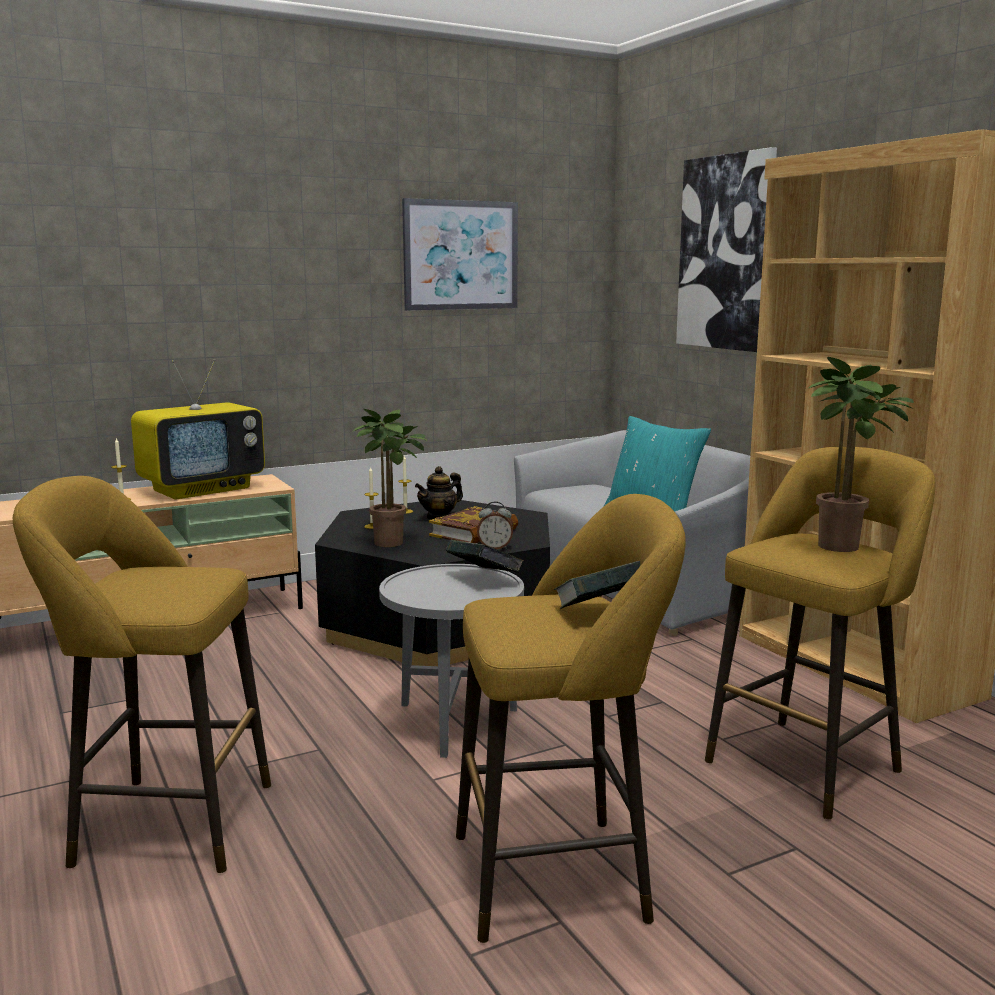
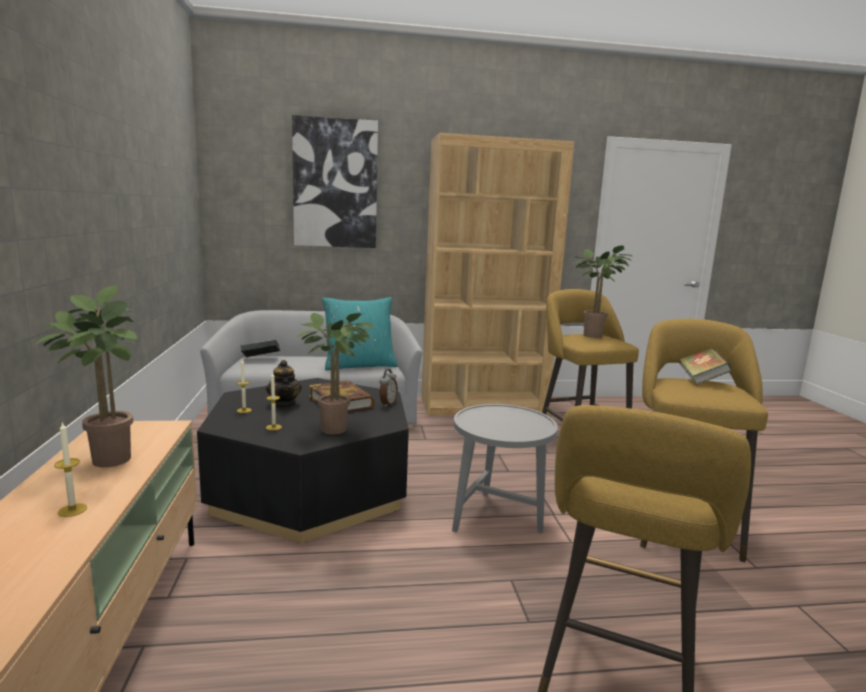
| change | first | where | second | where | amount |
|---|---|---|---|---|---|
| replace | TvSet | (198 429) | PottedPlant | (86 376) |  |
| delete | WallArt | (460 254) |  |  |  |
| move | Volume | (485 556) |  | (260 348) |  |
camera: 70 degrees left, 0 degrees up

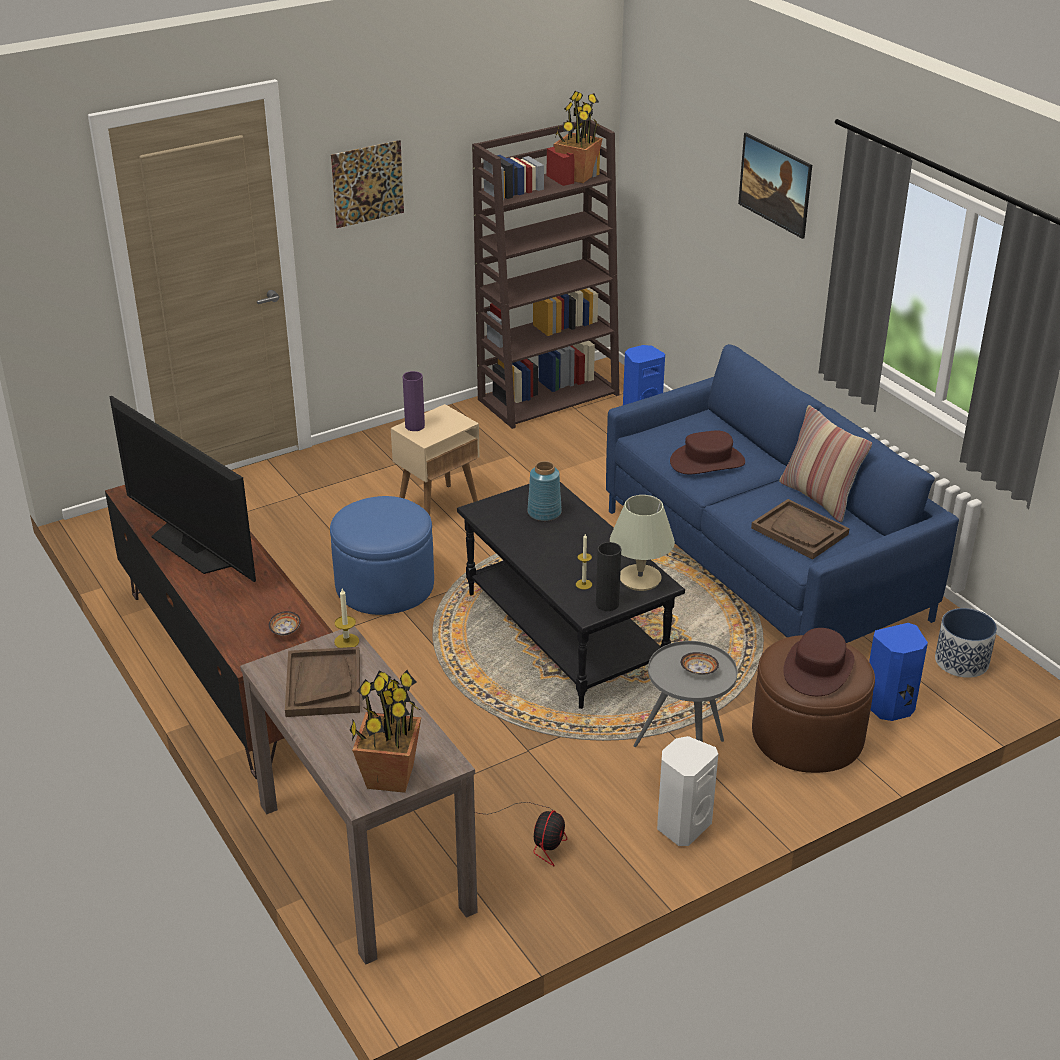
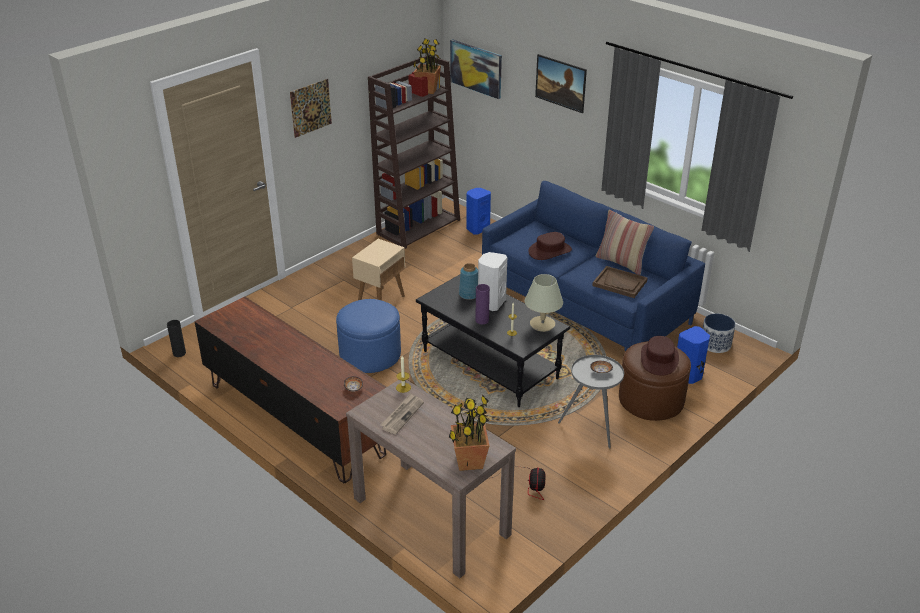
| change | first | where | second | where | amount |
|---|---|---|---|---|---|
| delete | TvSet | (182 489) |  |  |  |
| replace | BrownTray | (322 682) | DailyPaper | (402 413) |  |
| move | PurpleDecorativeVase | (414 401) |  | (482 304) |  |
| move | BlackDecorativeVase | (608 576) |  | (176 338) |  |
| move | WhiteLoudspeaker | (687 791) |  | (492 281) |  |
| insert |  |  | WallArt | (476 69) |  |
camera: 15 degrees left, 0 degrees up

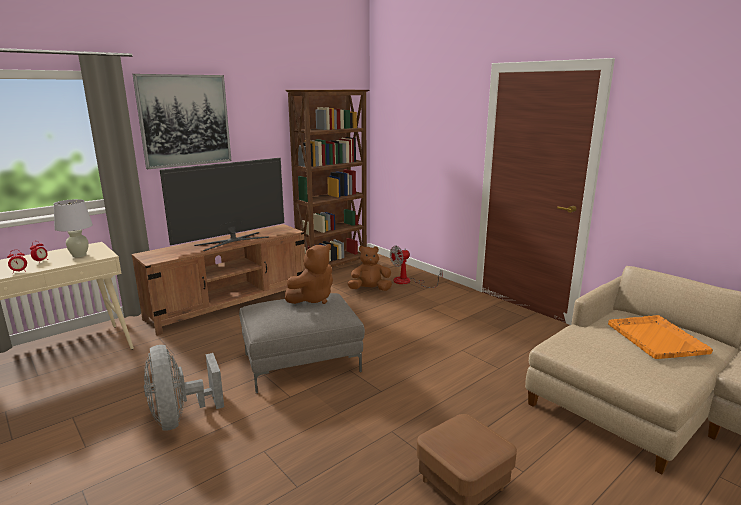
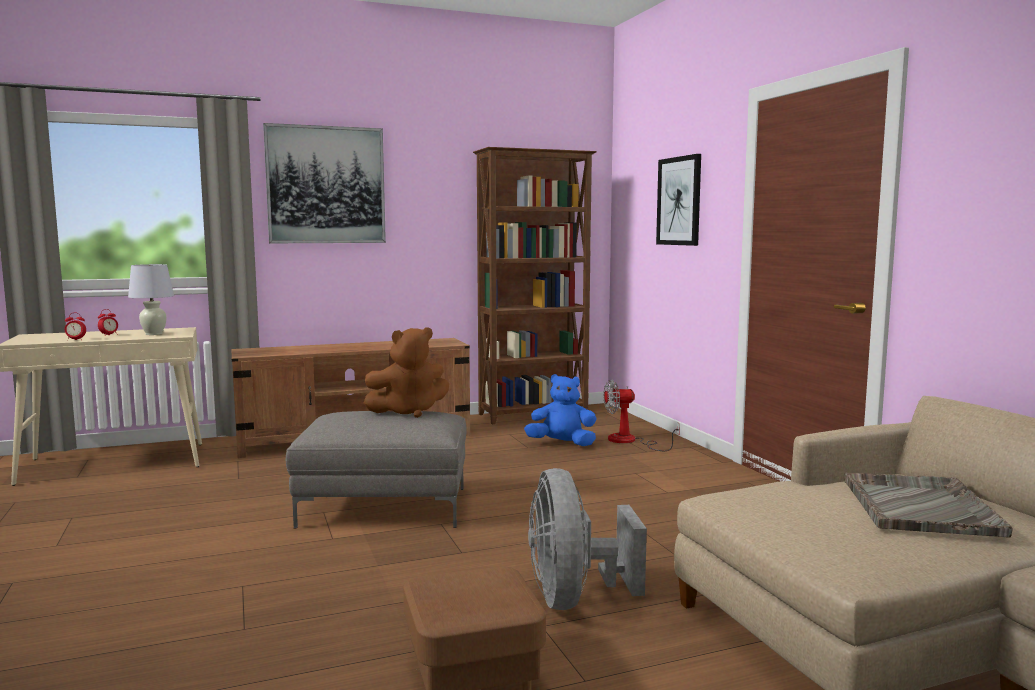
| change | first | where | second | where | amount |
|---|---|---|---|---|---|
| move | GreyFan | (184 388) |  | (587 539) |  |
| delete | TvSet | (222 204) |  |  |  |
| recolor | BrownCuddlyToy | (369 268) | BluishCuddlyToy | (560 410) |  |
| recolor | OrangeColouredTray | (660 337) | GreyTray | (929 505) |  |
| insert |  |  | WallArt | (678 200) |  |
camera: 20 degrees right, 10 degrees down

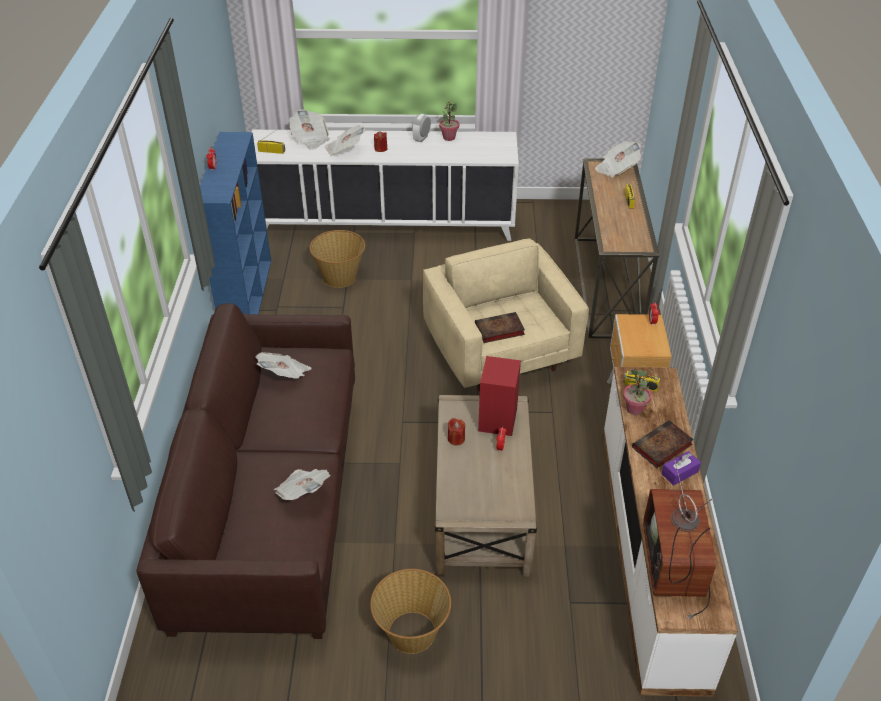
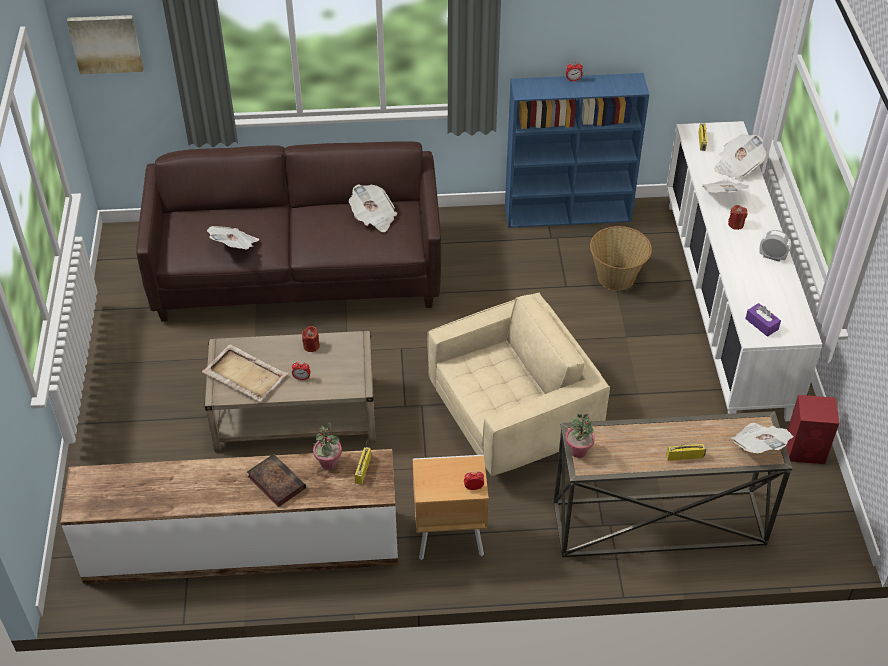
| change | first | where | second | where | amount |
|---|---|---|---|---|---|
| delete | HouseholdBasket | (410 611) |  |  |  |
| move | PottedPlant | (449 121) |  | (580 436) |  |
| delete | Volume | (500 327) |  |  |  |
| move | ReddishLoudspeaker | (499 396) |  | (813 429) |  |
| delete | TvSet | (679 539) |  |  |  |
| move | PurpleTissueBox | (681 468) |  | (763 320) |  |
| insert |  |  | WallArt | (105 44) |  |
| insert |  |  | SandColouredTray | (245 372) |  |
camera: 85 degrees right, 5 degrees up

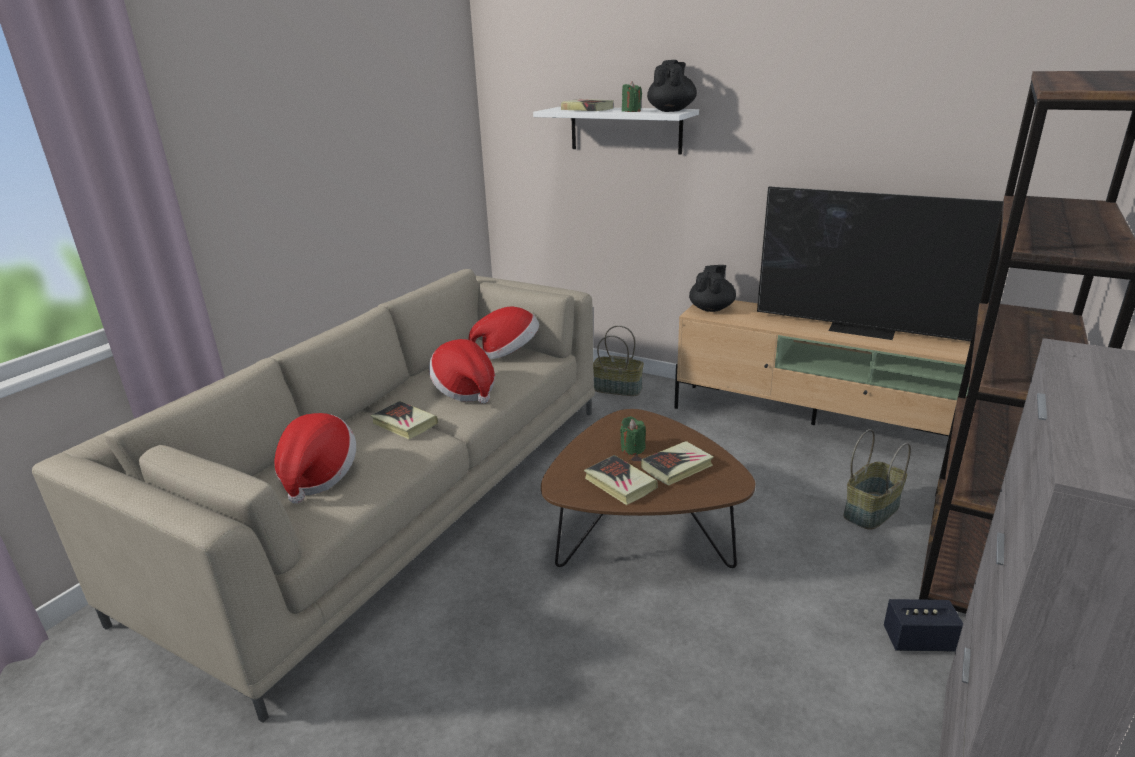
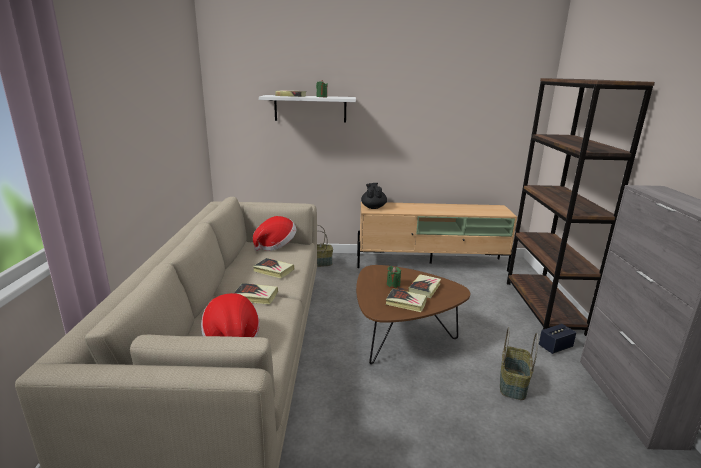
| change | first | where | second | where | amount |
|---|---|---|---|---|---|
| replace | Hat | (462 371) | Volume | (273 268) |  |
| delete | BlackTeaPot | (672 86) |  |  |  |
| delete | TvSet | (880 263) |  |  |  |
| move | HouseholdBasket | (877 479) |  | (519 363) |  |
camera: 30 degrees left, 5 degrees down

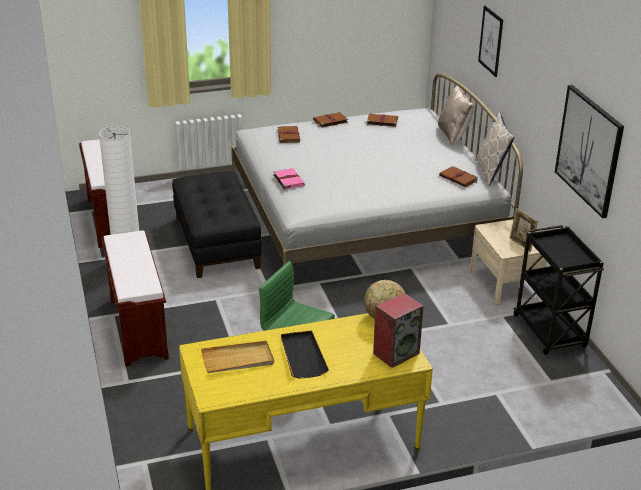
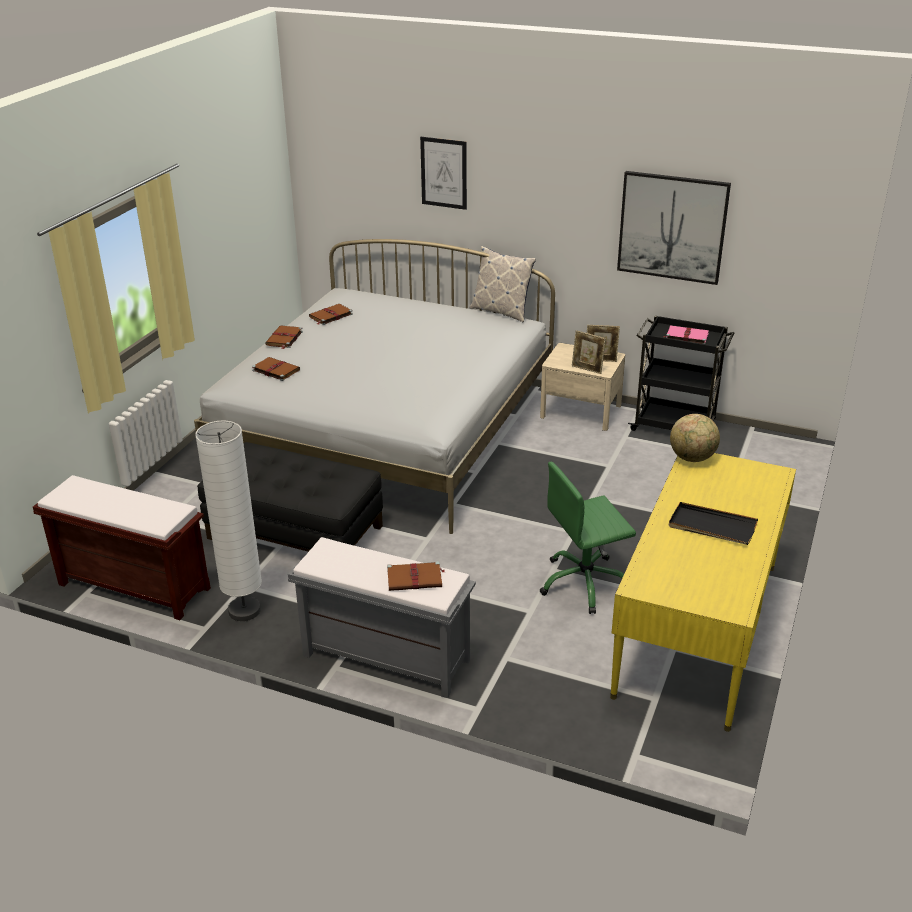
| change | first | where | second | where | amount |
|---|---|---|---|---|---|
| recolor | BrownIndoorBench | (135 298) | GreyIndoorBench | (382 617) |  |
| delete | SandColouredTray | (237 357) |  |  |  |
| move | PinkVolume | (289 179) |  | (686 334) |  |
| delete | Loudspeaker | (398 330) |  |  |  |
| delete | SandColouredThrowPillow | (456 115) |  |  |  |
| move | BrownVolume | (458 176) |  | (415 576) |  |
| insert |  |  | StandingFrame | (589 352) |  |
camera: 50 degrees left, 0 degrees up

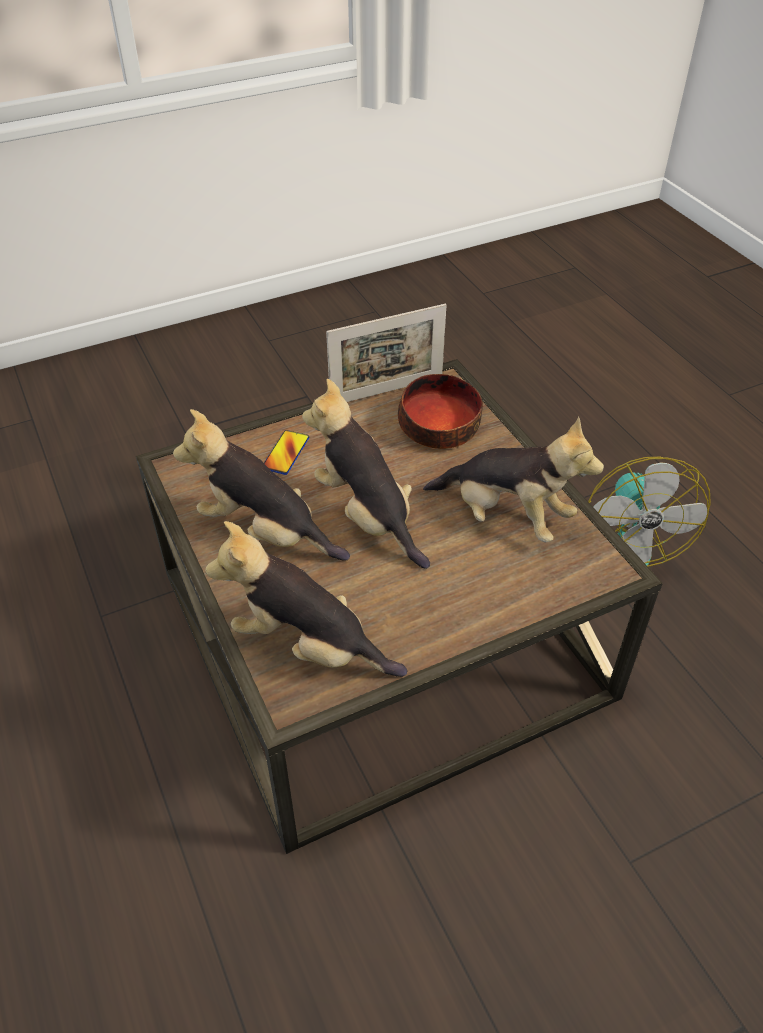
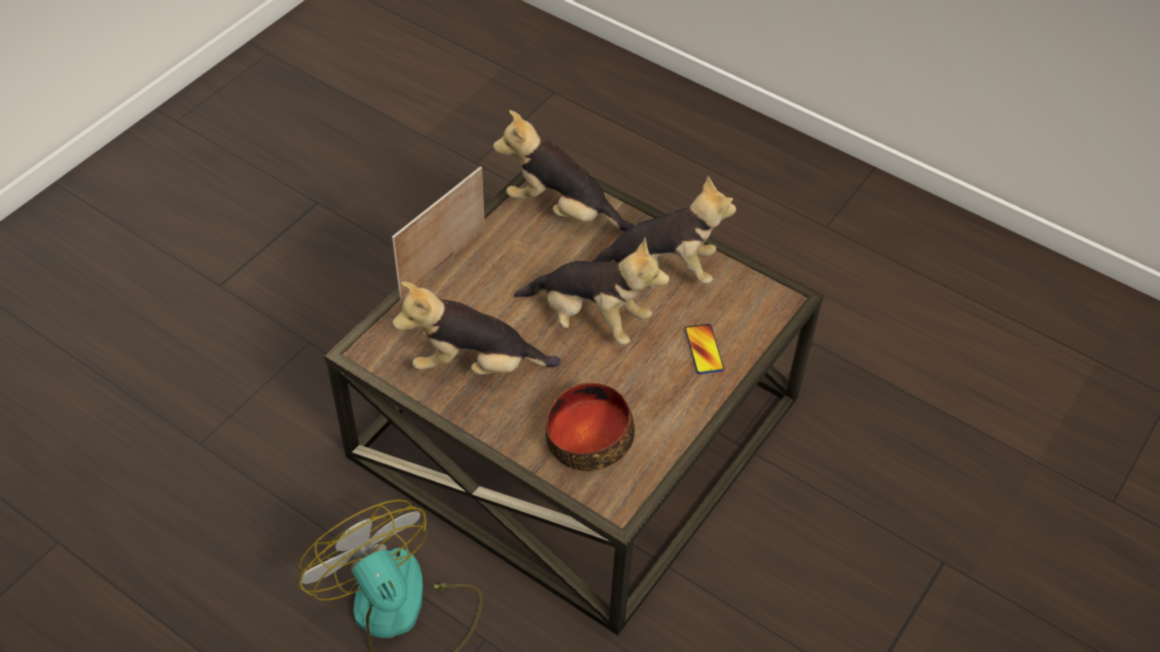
| change | first | where | second | where | amount |
|---|---|---|---|---|---|
| rotate | CuddlyToy | (306 599) |  | (564 170) | 150 degrees counterclockwise |
| move | StandingFrame | (386 353) |  | (438 232) |  |
camera: 150 degrees right, 5 degrees up

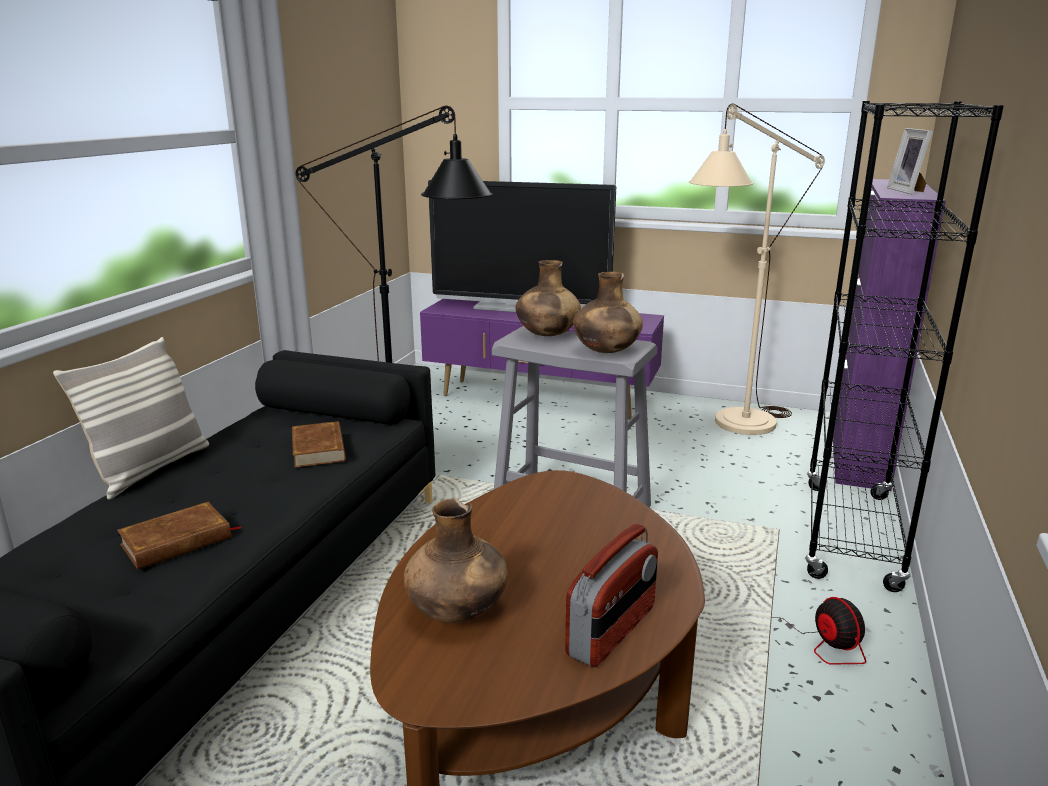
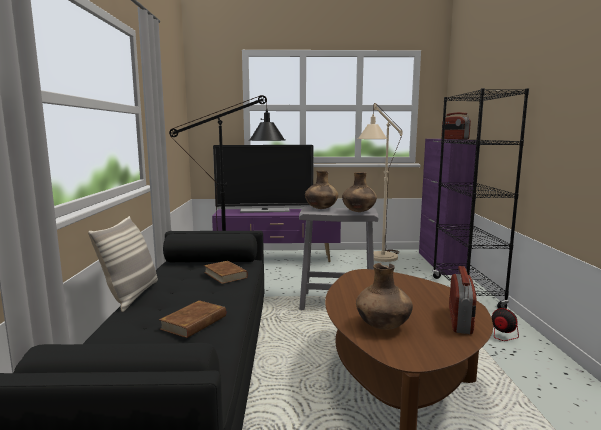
| change | first | where | second | where | amount |
|---|---|---|---|---|---|
| replace | StandingFrame | (909 161) | Radio | (456 125) |  |
camera: 20 degrees left, 10 degrees down

